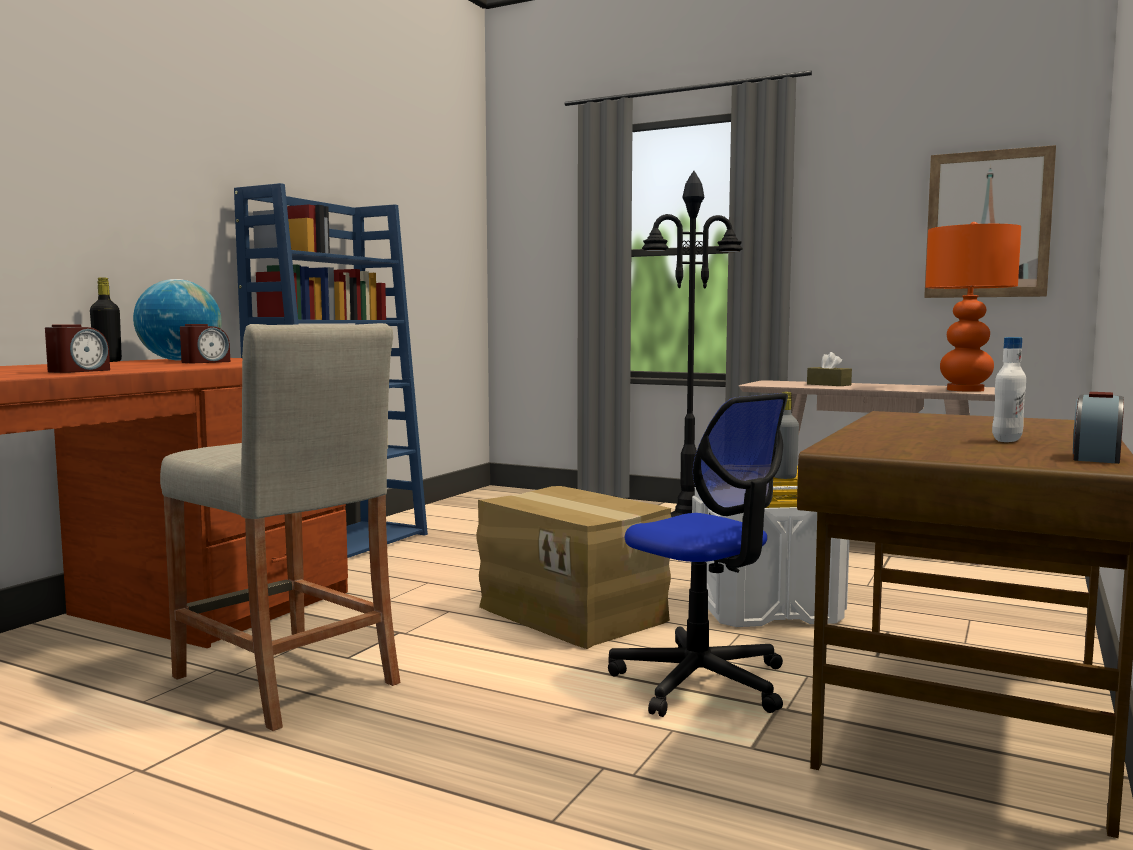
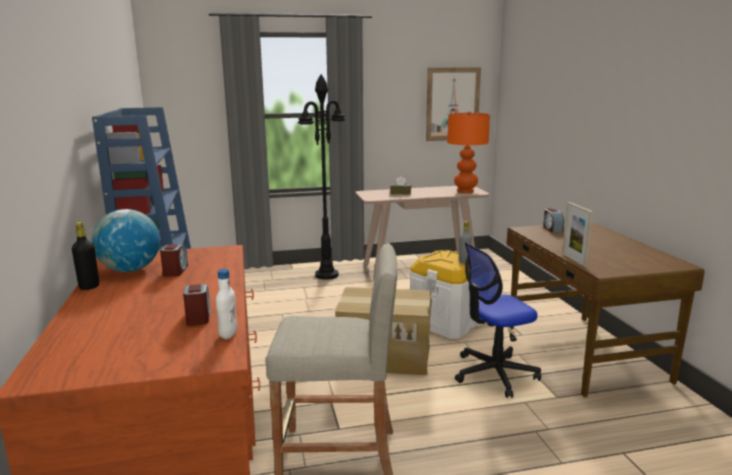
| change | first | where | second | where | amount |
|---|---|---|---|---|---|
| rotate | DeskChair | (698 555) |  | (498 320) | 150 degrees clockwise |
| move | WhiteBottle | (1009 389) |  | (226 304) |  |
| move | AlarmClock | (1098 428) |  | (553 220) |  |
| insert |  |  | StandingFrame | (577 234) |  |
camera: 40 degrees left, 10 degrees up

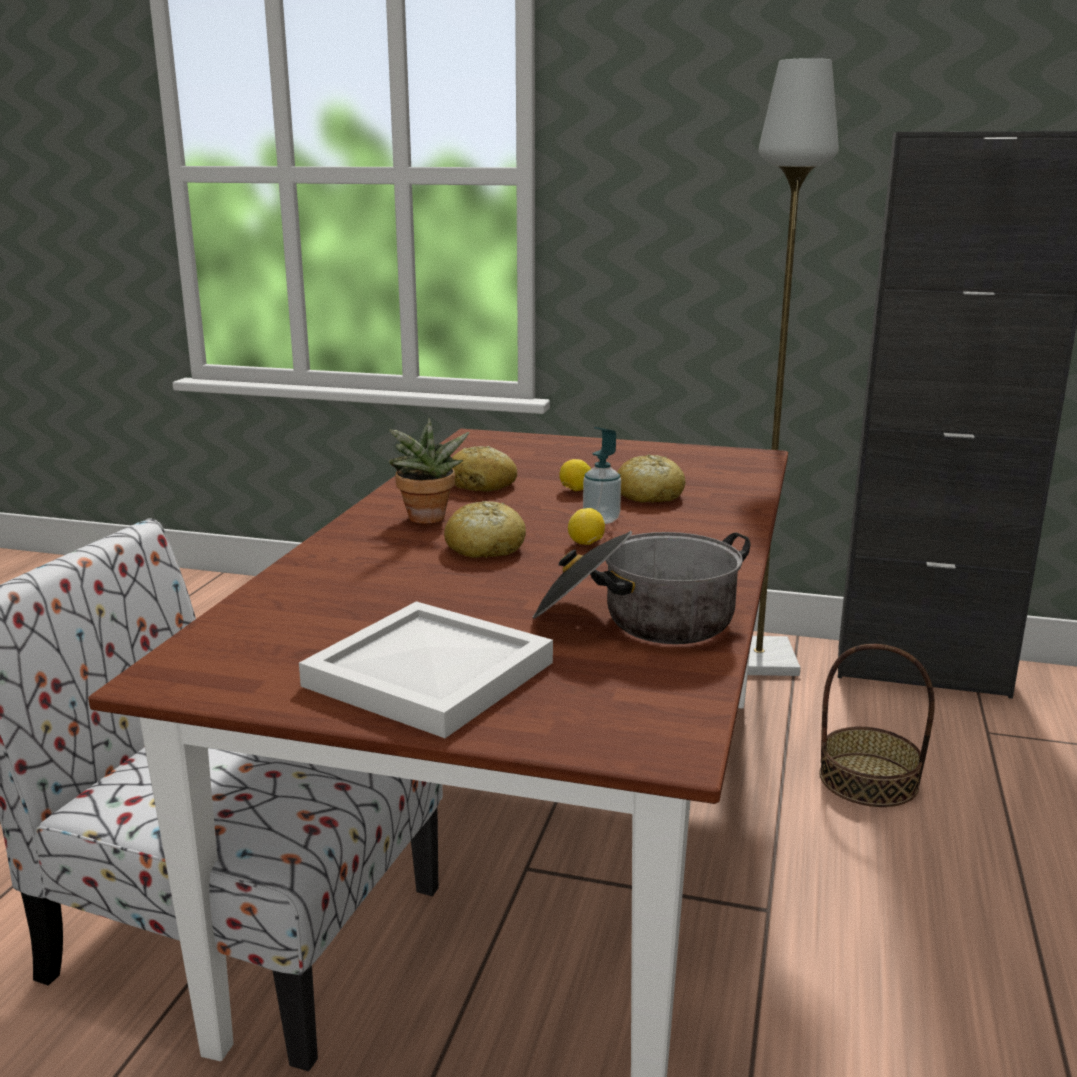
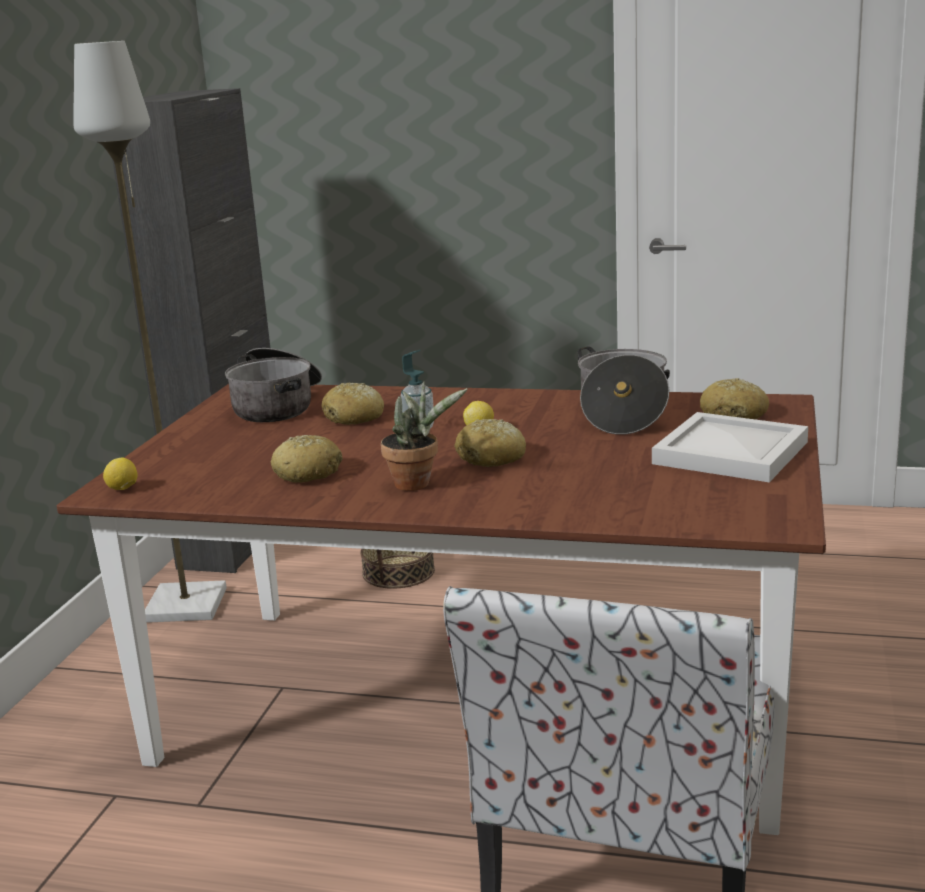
| change | first | where | second | where | amount |
|---|---|---|---|---|---|
| move | WholeLemon | (575 475) |  | (120 474) |  |
| insert |  |  | Stockpot | (273 385) |  |
| insert |  |  | BakeryBread | (734 398) |  |
camera: 90 degrees left, 0 degrees up

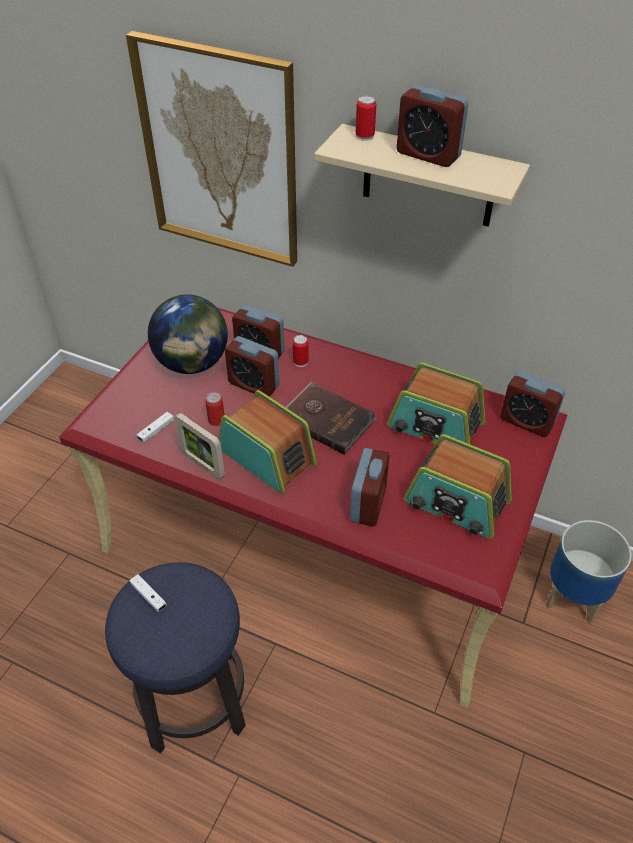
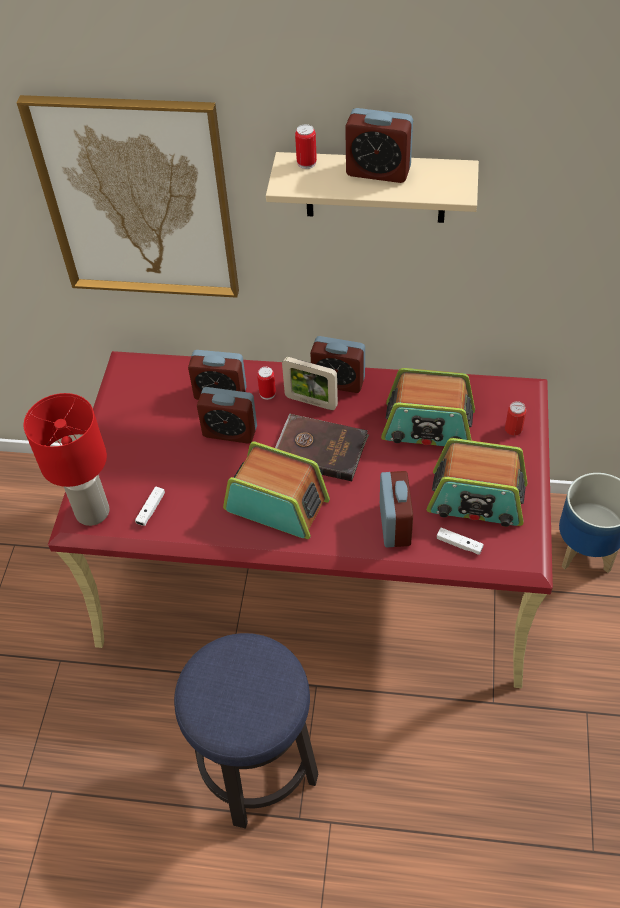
| change | first | where | second | where | amount |
|---|---|---|---|---|---|
| move | WhiteJoypad | (148 593) |  | (460 541) |  |
| delete | WorldGlobe | (188 334) |  |  |  |
| move | StandingFrame | (199 446) |  | (310 383) |  |
| move | SealedCan | (215 409) |  | (515 418) |  |
| move | AlarmClock | (532 404) |  | (337 364) |  |
| insert |  |  | ReddishTableLamp | (66 459) |  |
camera: 15 degrees left, 5 degrees up

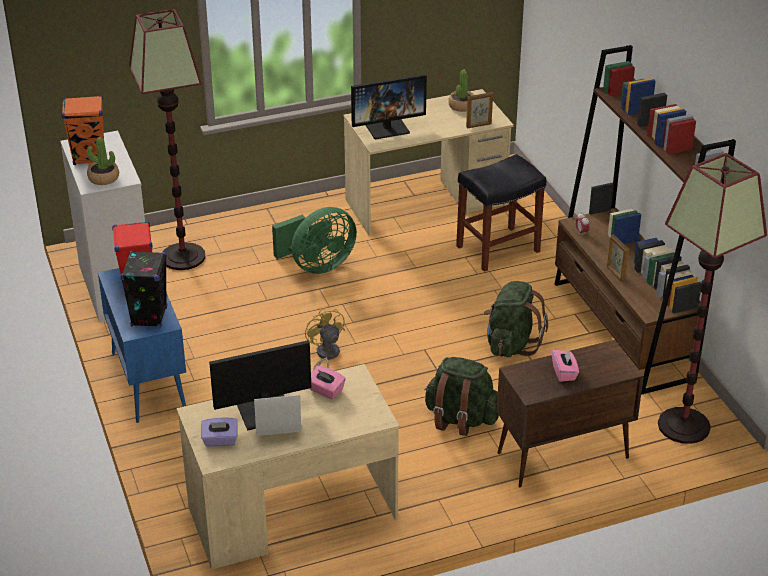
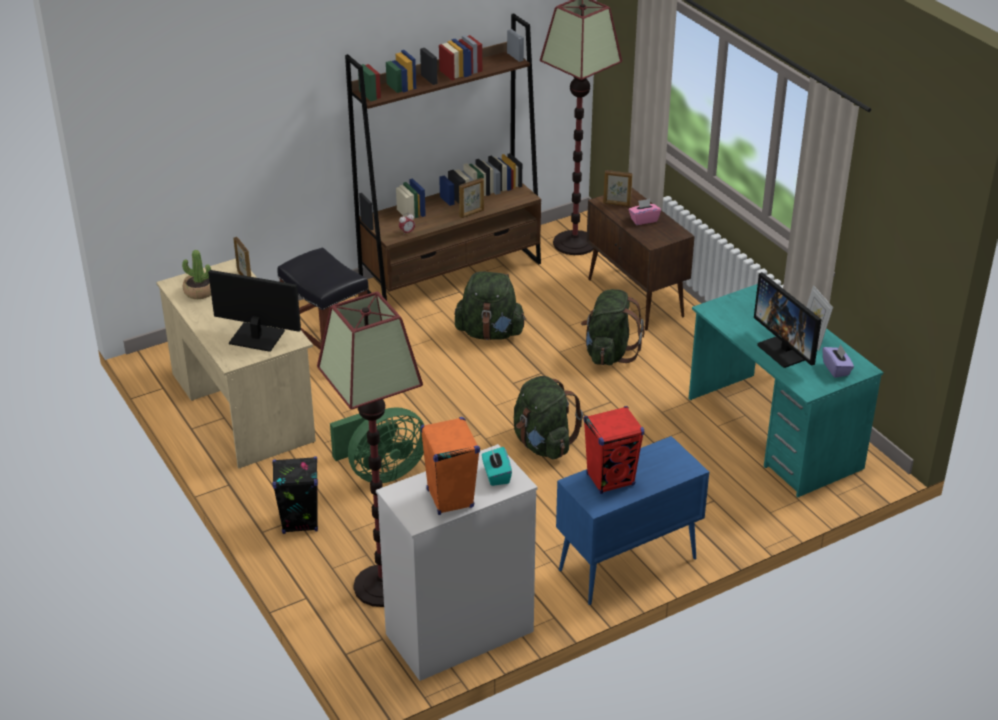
| change | first | where | second | where | amount |
|---|---|---|---|---|---|
| replace | PottedPlant | (103 161) | TurquoiseTissueBox | (497 466) |  |
| move | BlackLoudspeaker | (143 289) |  | (295 495) |  |
| recolor | SandColouredDesk | (288 466) | TurquoiseDesk | (786 390) |  |
| rotate | GreenFan | (314 240) |  | (377 445) | 105 degrees clockwise |
| replace | YellowishFan | (325 339) | GreenBackpack | (548 418) |  |
| delete | PinkTissueBox | (328 382) |  |  |  |
| rotate | ComputerDisplay | (389 106) |  | (254 311) | 45 degrees counterclockwise |
| insert |  |  | StandingFrame | (618 188) |  |
camera: 100 degrees left, 0 degrees up

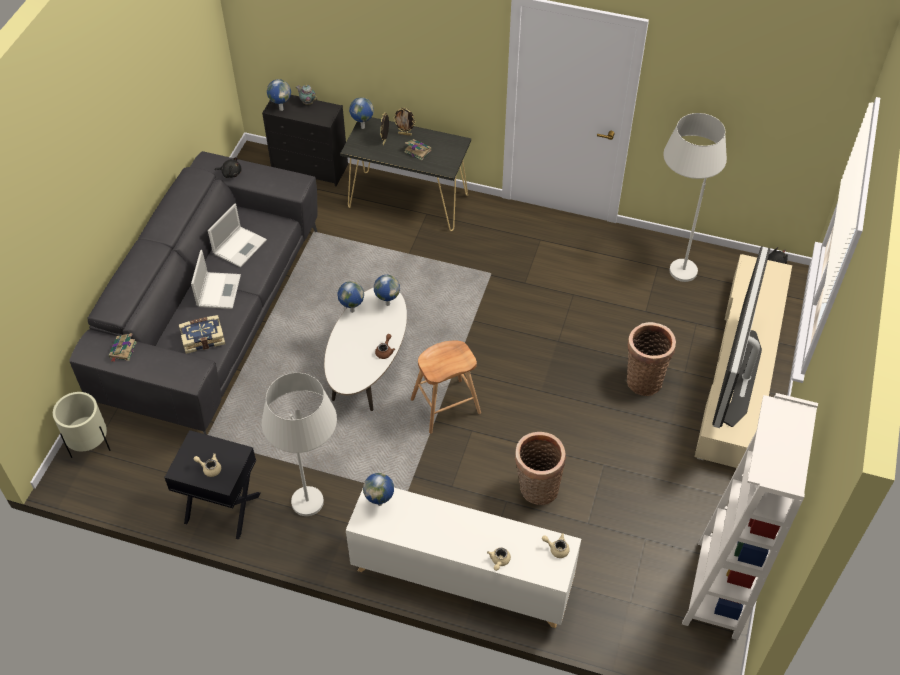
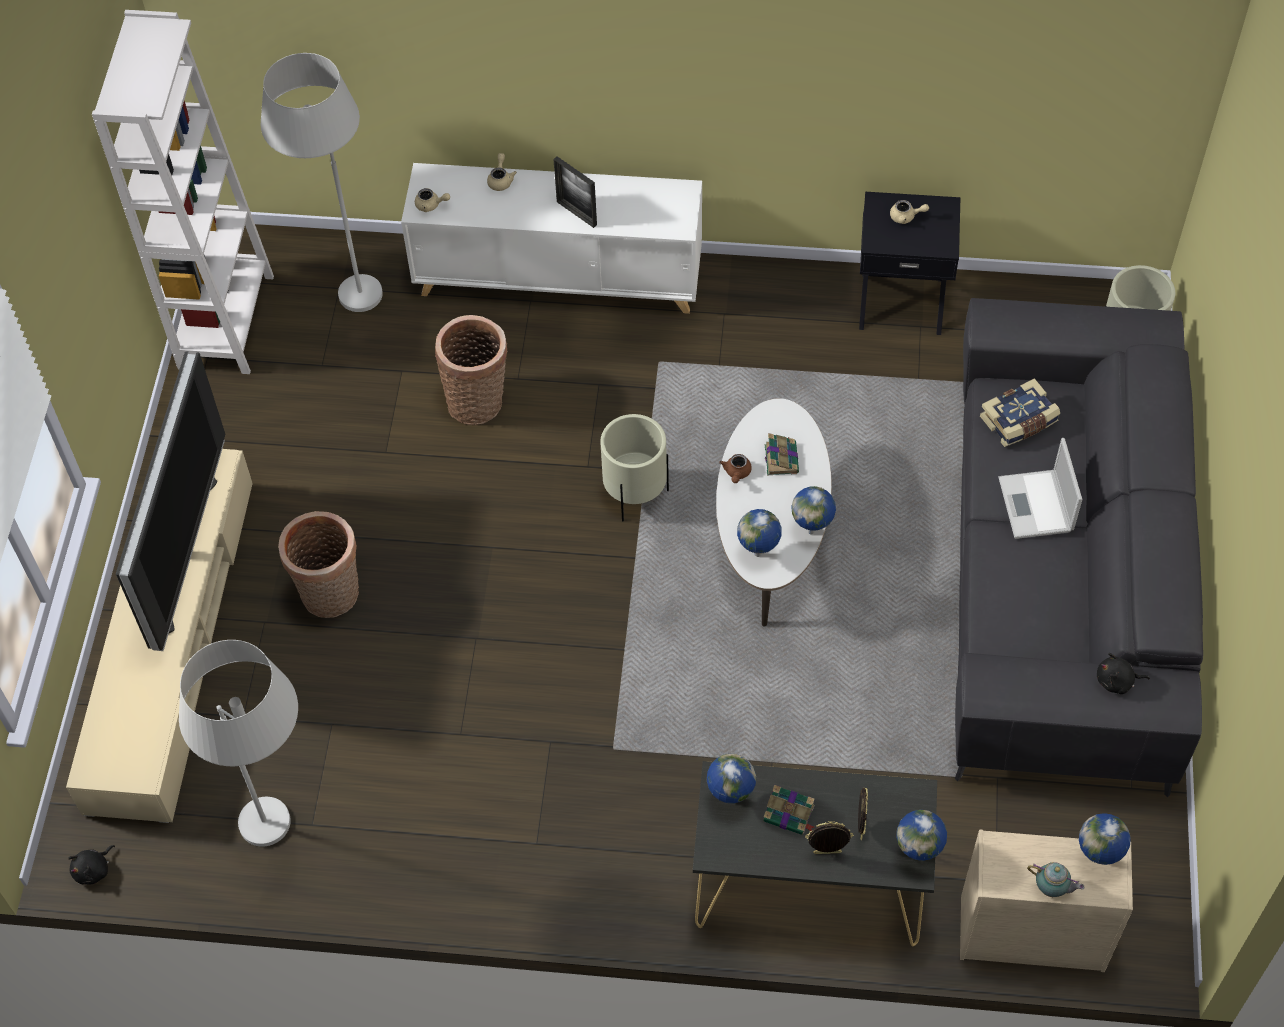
| change | first | where | second | where | amount |
|---|---|---|---|---|---|
| move | Volume | (122 347) |  | (782 454) |  |
| delete | NotebookComputer | (237 235) |  |  |  |
| recolor | BlackDrawerChest | (305 141) | SandColouredDrawerChest | (1046 900) |  |
| move | WhiteStandardLamp | (299 444) |  | (322 182) |  |
| move | WorldGlobe | (378 489) |  | (731 778) |  |
| replace | BrownSittingStool | (446 387) | SandColouredPlanter | (634 467) |  |
| insert |  |  | StandingFrame | (575 192) |  |
camera: 170 degrees right, 5 degrees up

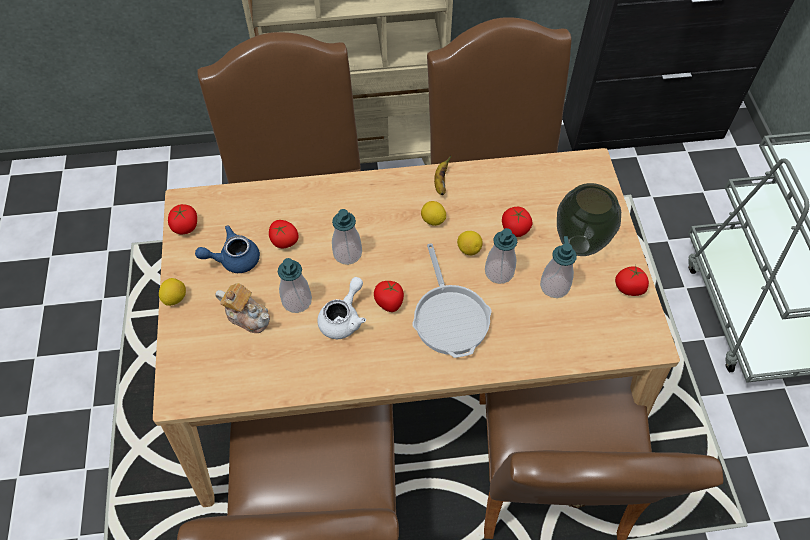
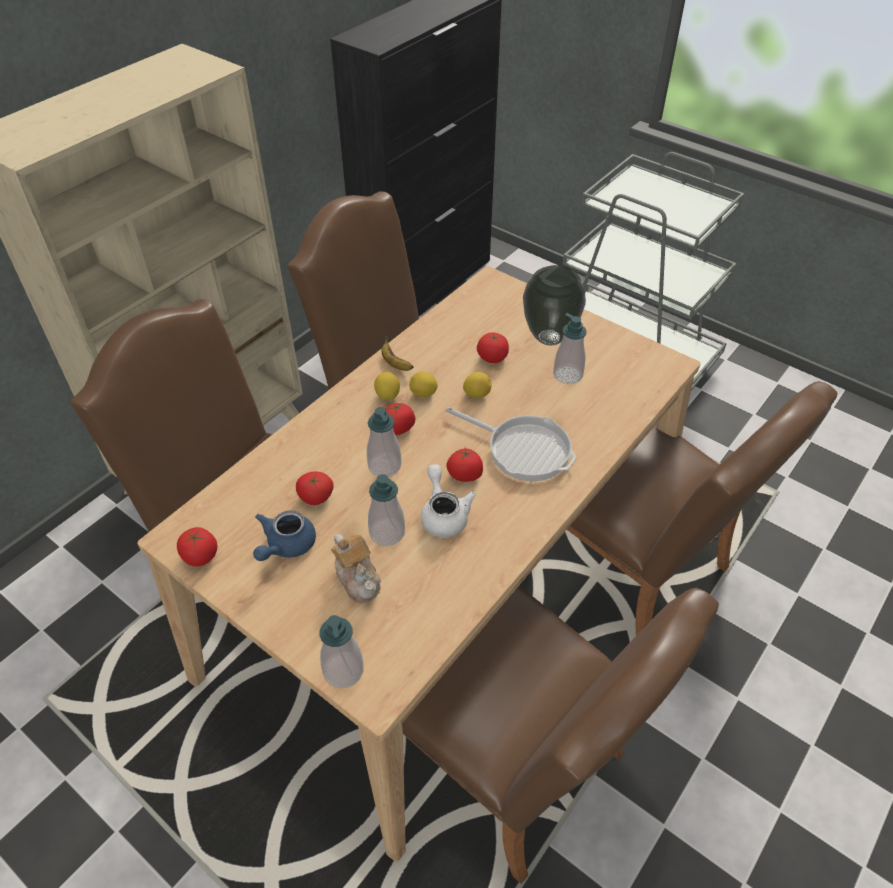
| change | first | where | second | where | amount |
|---|---|---|---|---|---|
| move | WholeLemon | (172 292) |  | (387 386) |  |
| rotate | TeaPot | (243 308) |  | (356 568) | 75 degrees clockwise |
| move | SoapDispenser | (501 256) |  | (341 651) |  |
| move | FreshTomato | (632 281) |  | (400 419) |  |
camera: 45 degrees left, 10 degrees down

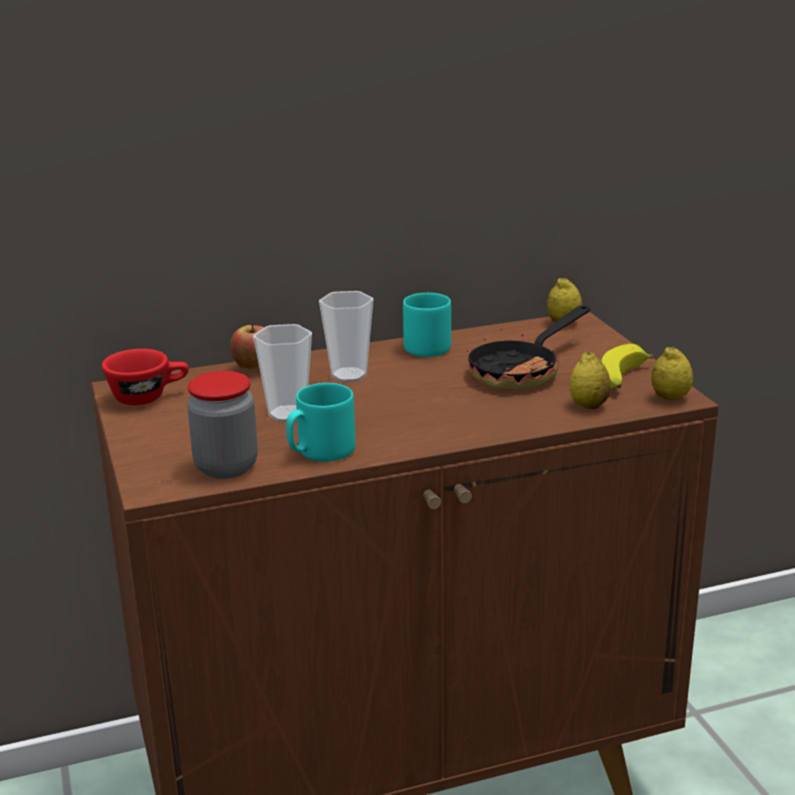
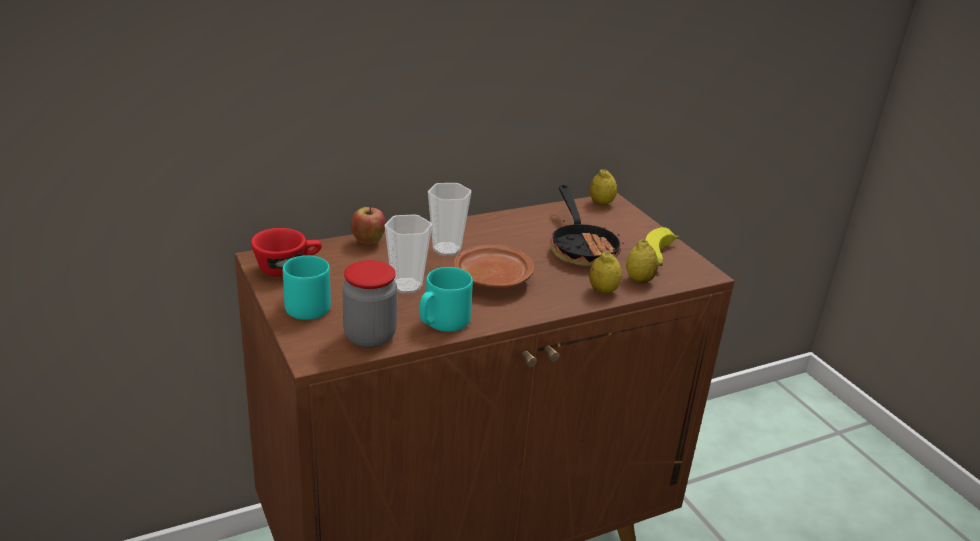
| change | first | where | second | where | amount |
|---|---|---|---|---|---|
| move | TurquoiseTeaMug | (427 325) |  | (307 287) |  |
| rotate | FryingPan | (528 348) |  | (587 225) | 45 degrees counterclockwise |
| move | WholeLemon | (672 373) |  | (605 272) |  |
| insert |  |  | BrownFlatDish | (494 266) |  |
camera: 10 degrees left, 5 degrees up

